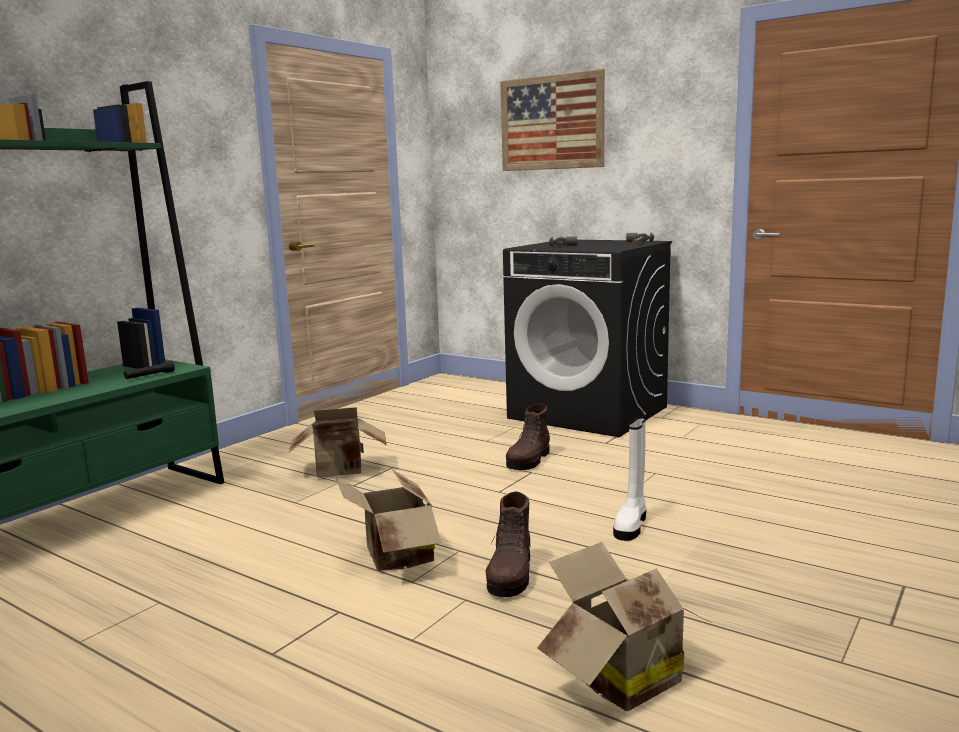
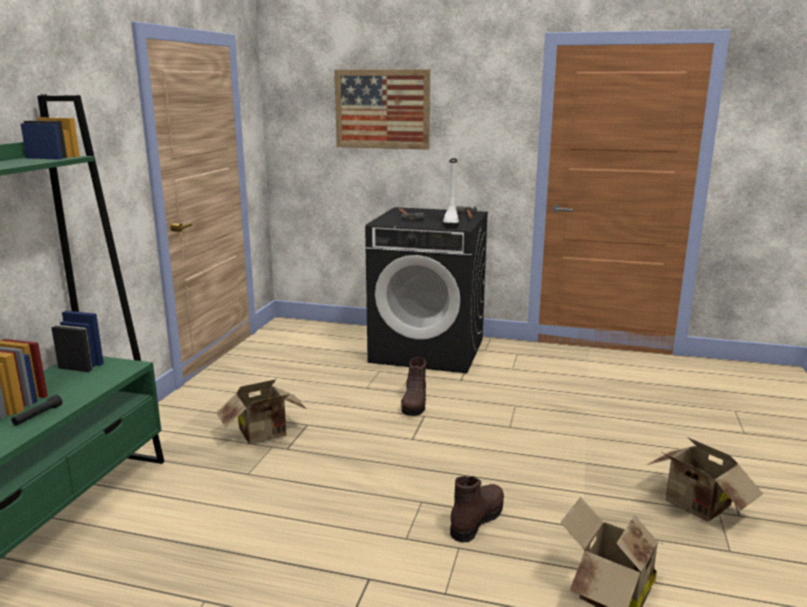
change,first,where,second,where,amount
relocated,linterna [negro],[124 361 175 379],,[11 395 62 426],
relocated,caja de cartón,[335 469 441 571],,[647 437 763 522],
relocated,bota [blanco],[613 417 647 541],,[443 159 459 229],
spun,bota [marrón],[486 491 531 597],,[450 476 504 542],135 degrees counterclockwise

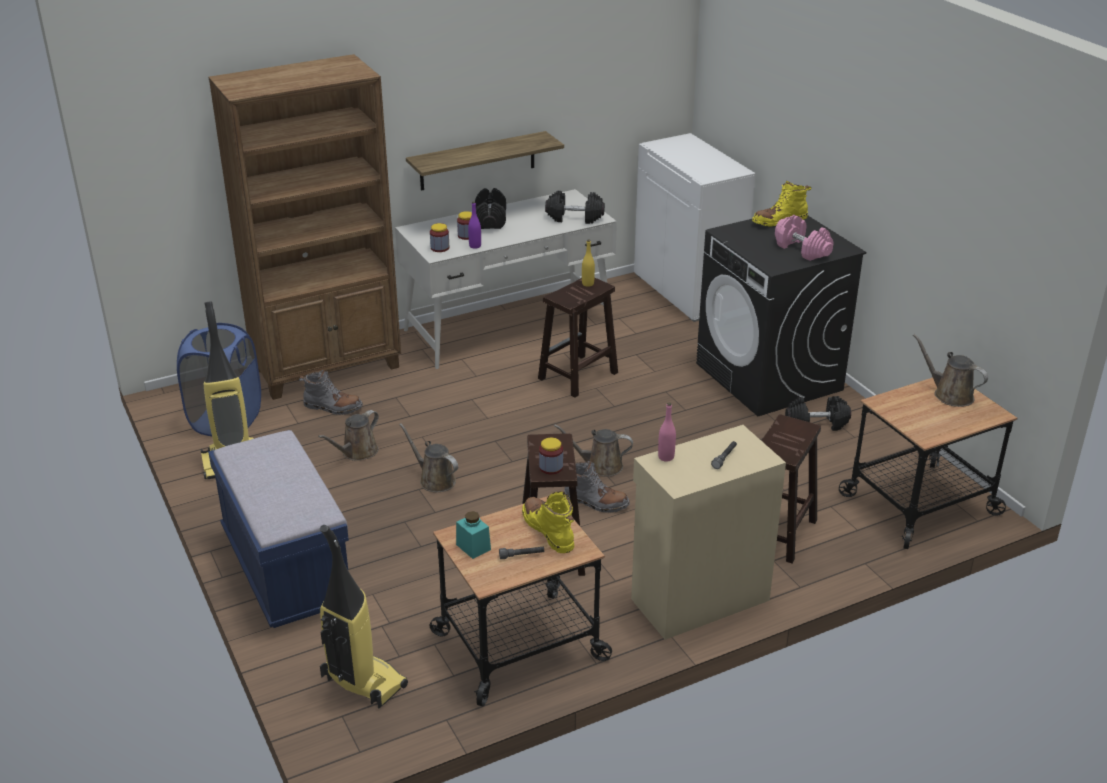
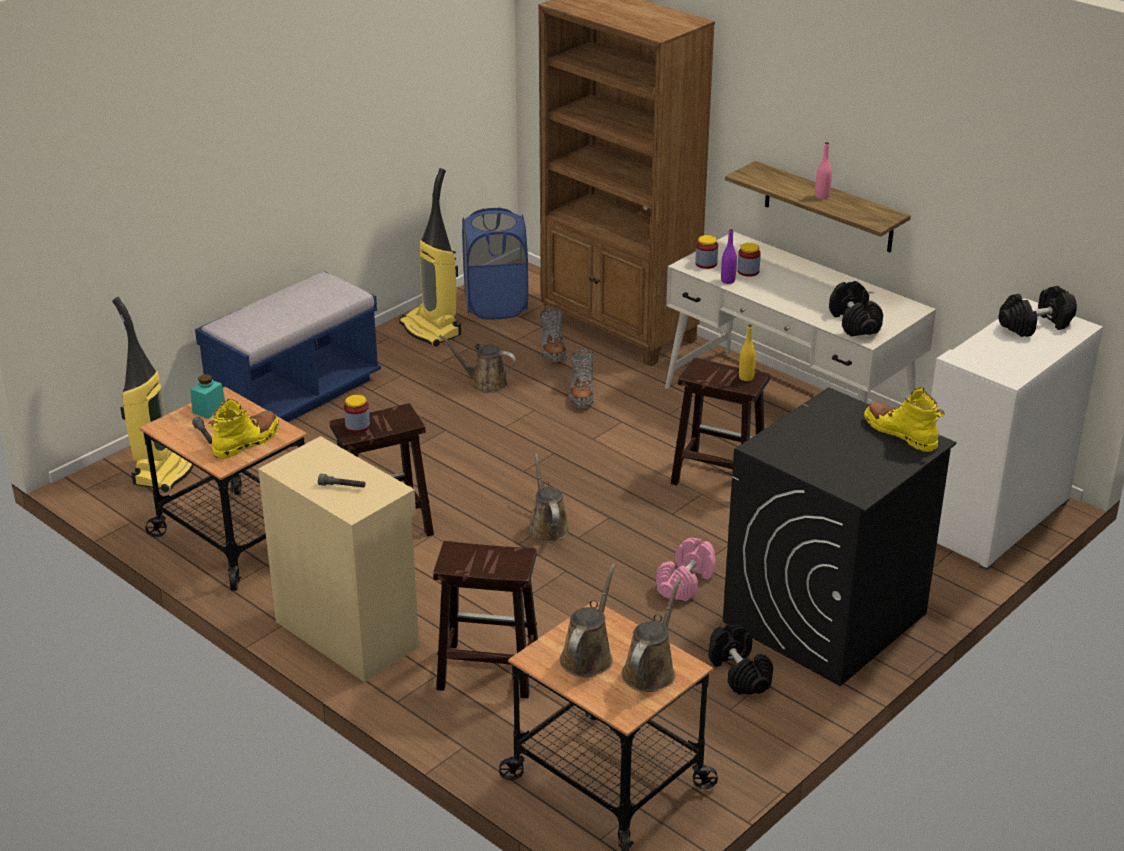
change,first,where,second,where,amount
relocated,regadera [marrón],[399 423 458 492],,[560 564 616 677],
relocated,mancuerna [negro],[475 188 506 229],,[999 286 1077 337],
relocated,bota [gris],[564 461 630 513],,[569 346 594 407],
relocated,botella [rosa],[658 403 676 462],,[815 142 832 199],
relocated,mancuerna [rosa],[775 215 834 261],,[656 538 716 601],

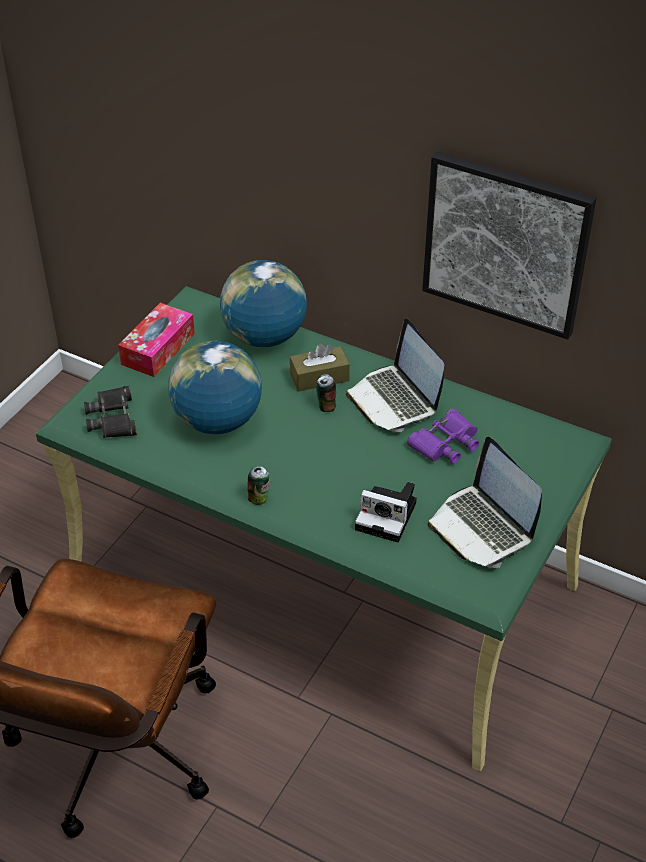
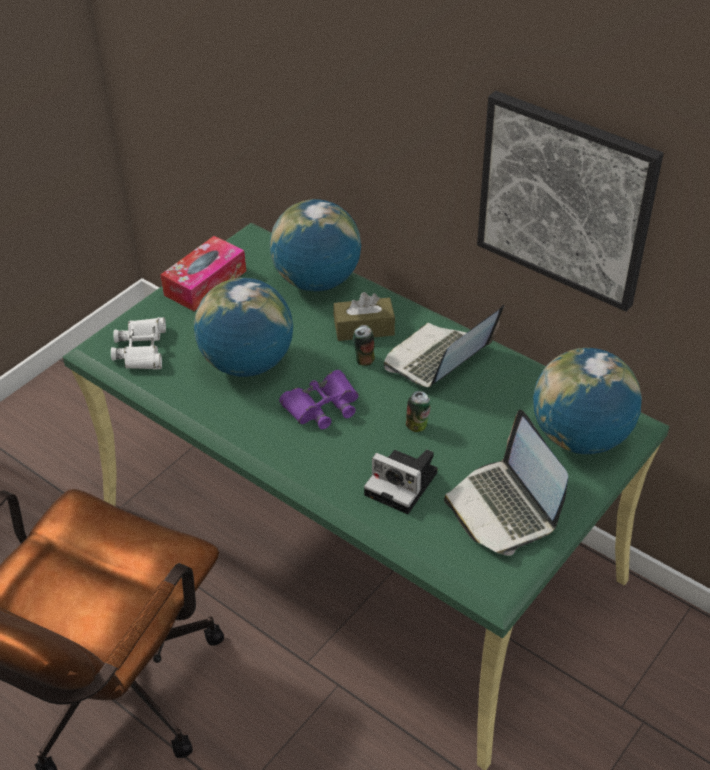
change,first,where,second,where,amount
appeared,,,globo terráqueo,[533 348 642 454],
relocated,lata,[248 466 270 505],,[406 391 430 432],
relocated,prismáticos [morado],[407 409 479 464],,[279 370 359 429],
colour,prismáticos [negro],[84 386 137 438],prismáticos [blanco],[111 317 166 370],
spun,portátil,[346 318 445 432],,[384 305 505 387],60 degrees clockwise

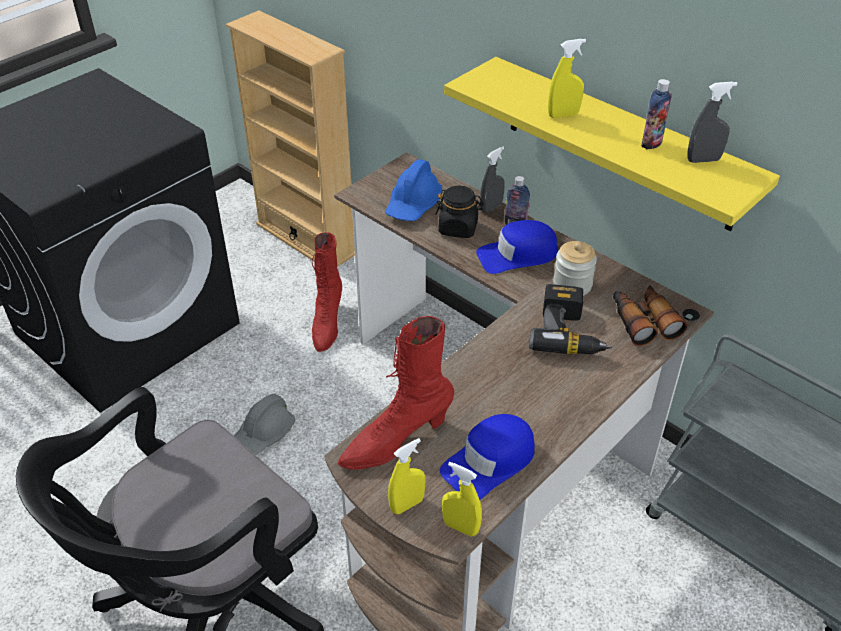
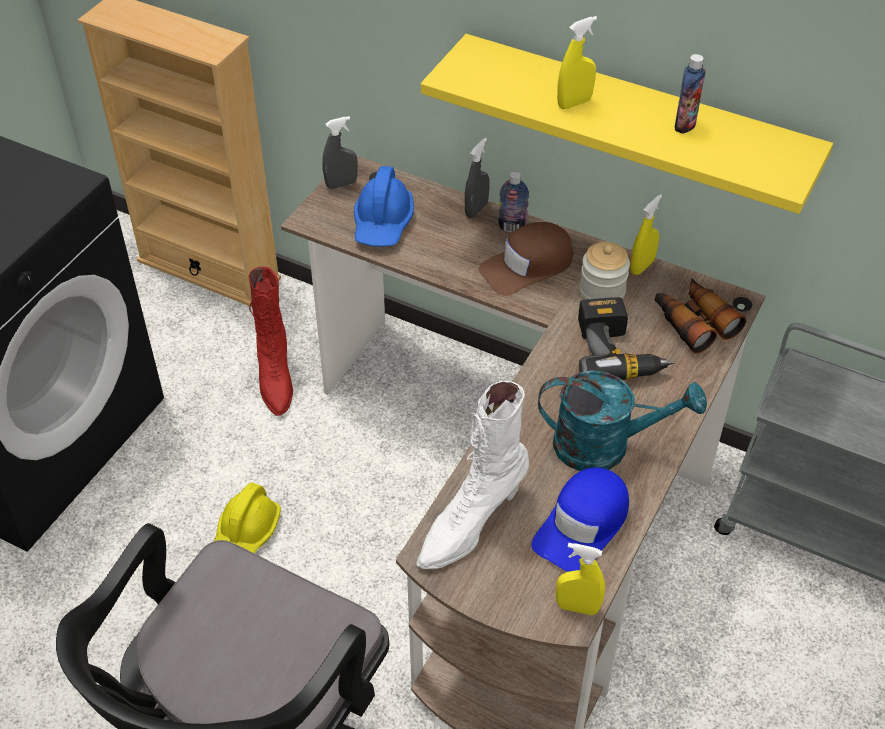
change,first,where,second,where,amount
missing,tarro [negro],[435 185 484 238],,,
appeared,,,regadera [turquesa],[538 370 707 471],
relocated,pulverizador [amarillo],[388 438 425 514],,[630 194 662 275],
relocated,pulverizador [gris],[687 82 737 163],,[322 116 358 189],
colour,casco [gris],[234 393 296 455],casco [amarillo],[213 482 281 554],
colour,bota [rojo],[338 316 454 470],bota [blanco],[416 381 529 569],
colour,gorra [azul],[476 220 558 274],gorra [marrón],[479 222 573 296],

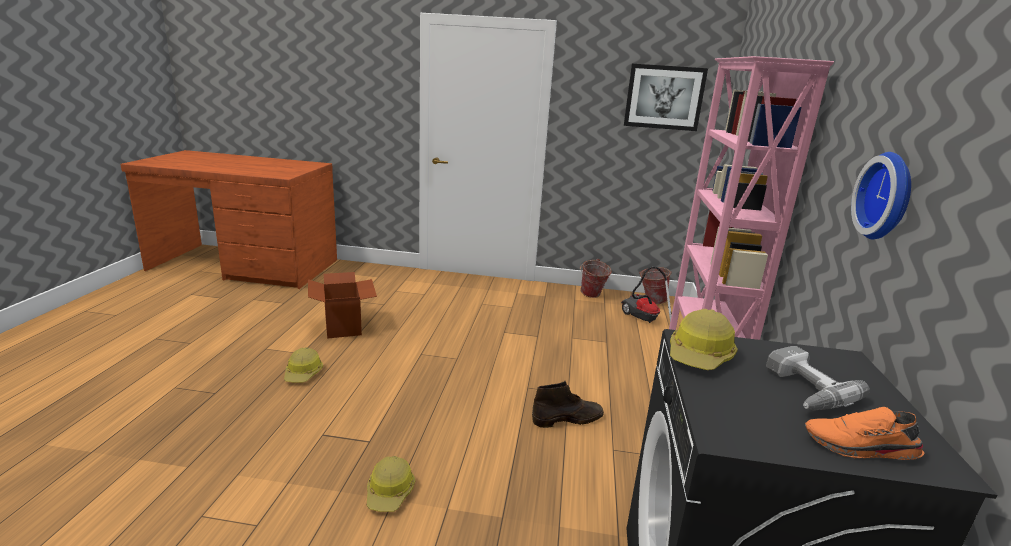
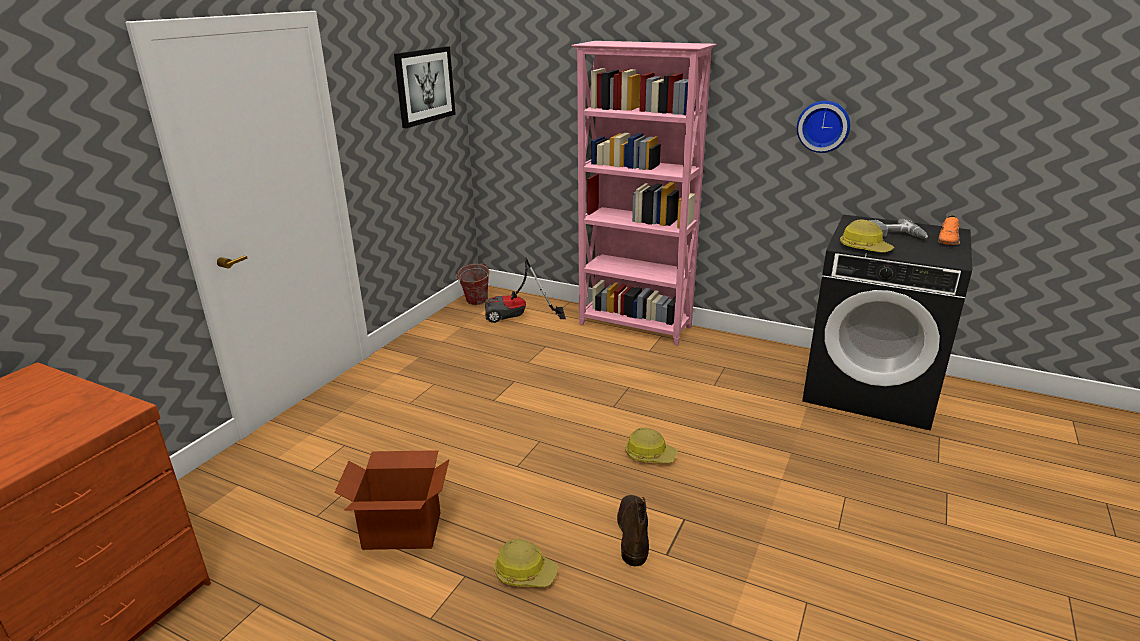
change,first,where,second,where,amount
missing,cubo,[580 259 612 298],,,
relocated,casco,[367 456 416 512],,[625 428 677 463],
relocated,bota [marrón],[532 381 604 428],,[617 495 649 566],

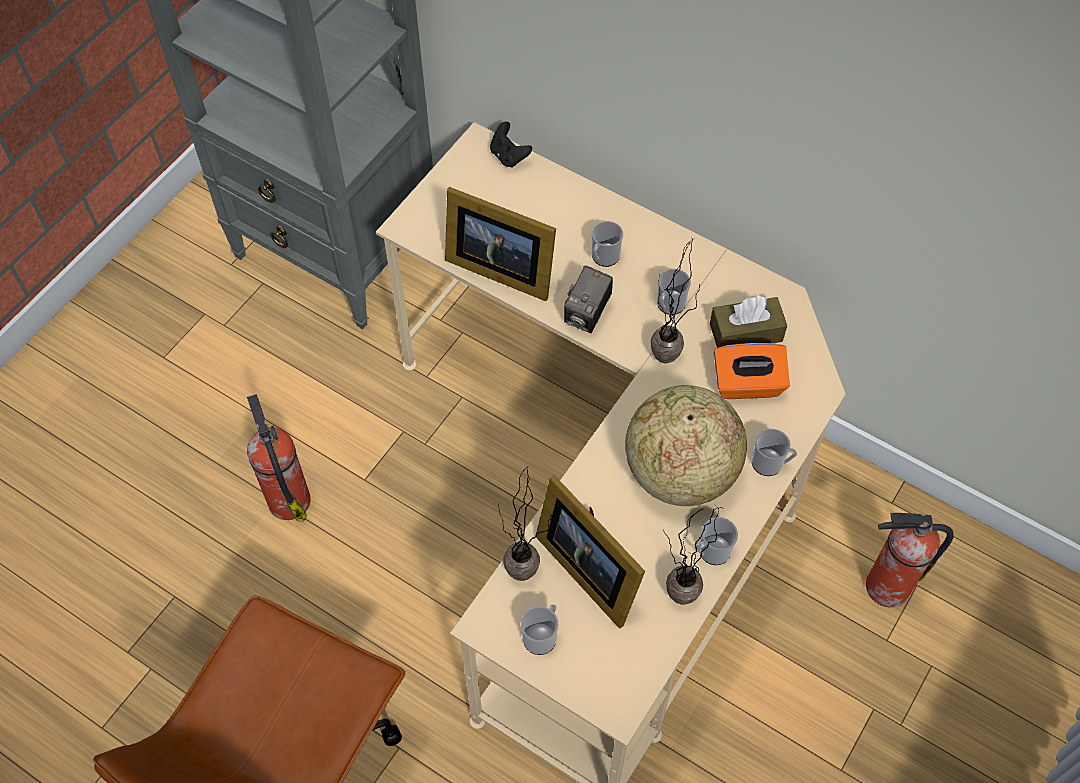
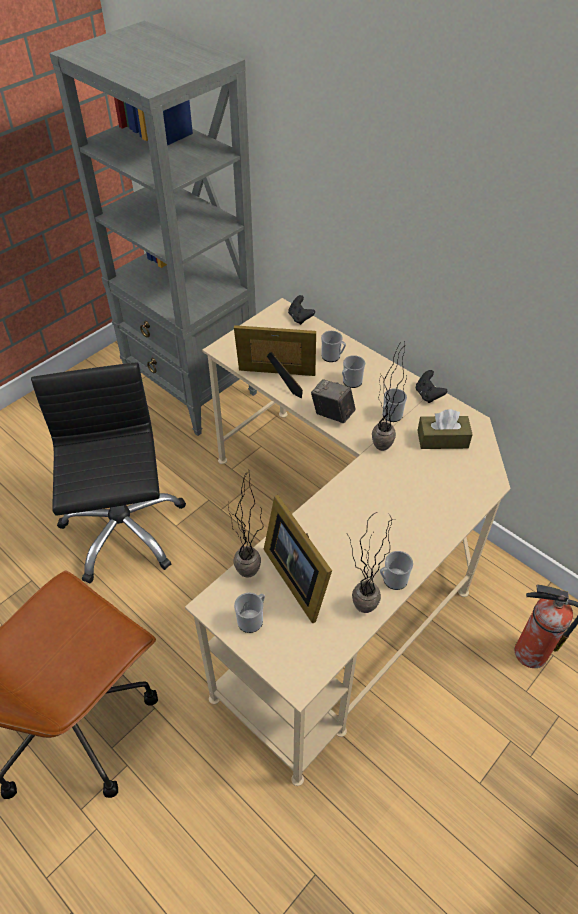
change,first,where,second,where,amount
missing,globo terráqueo,[625 385 747 506],,,
missing,caja de pañuelos [naranja],[714 343 790 399],,,
appeared,,,mando de consola [negro],[416 370 447 403],
relocated,taza grande,[752 429 797 476],,[321 331 346 362],
exchanged,extintor,[247 394 311 522],silla de oficina [negro],[31 362 186 583],
spun,portarretratos,[445 187 556 301],,[234 325 316 398],150 degrees clockwise
spun,cámara,[564 265 613 333],,[311 379 356 423],90 degrees clockwise

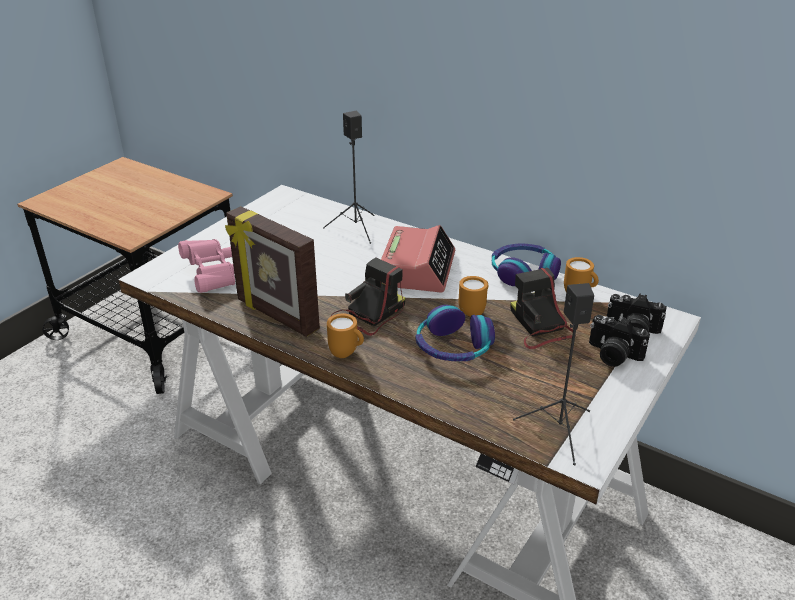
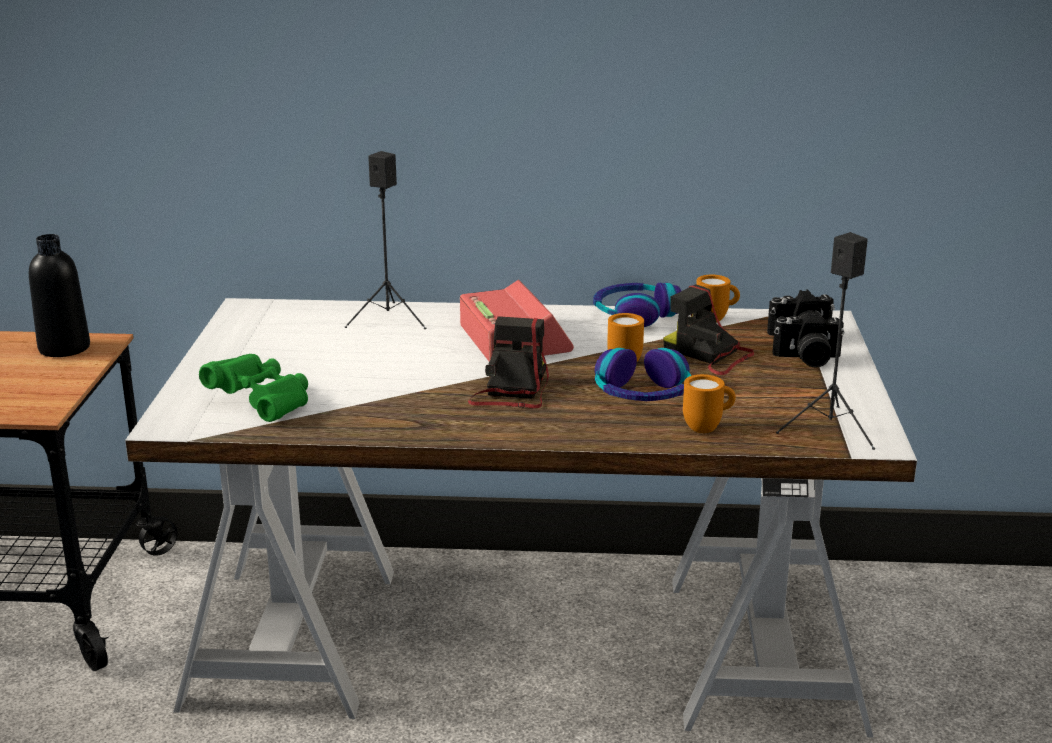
change,first,where,second,where,amount
missing,portarretratos,[225 206 320 337],,,
appeared,,,botella [negro],[29 234 90 357],
relocated,taza grande [naranja],[327 313 364 358],,[683 374 736 433],
colour,prismáticos [rosa],[178 239 235 293],prismáticos [verde],[199 354 308 422],

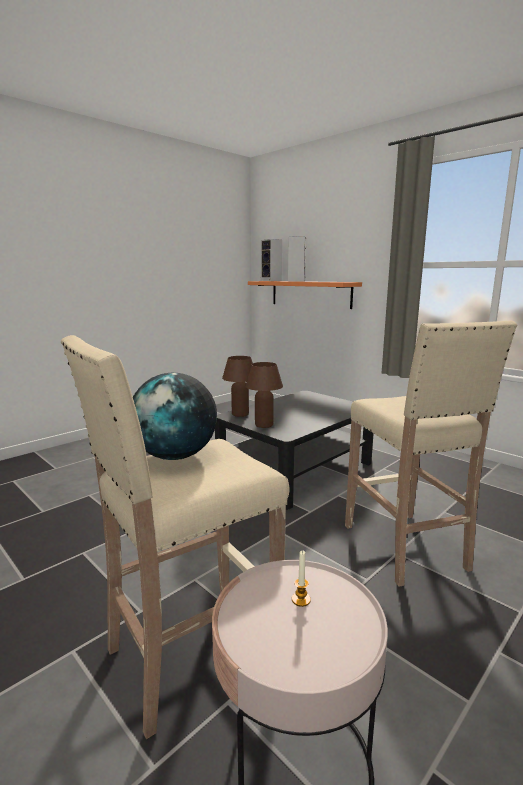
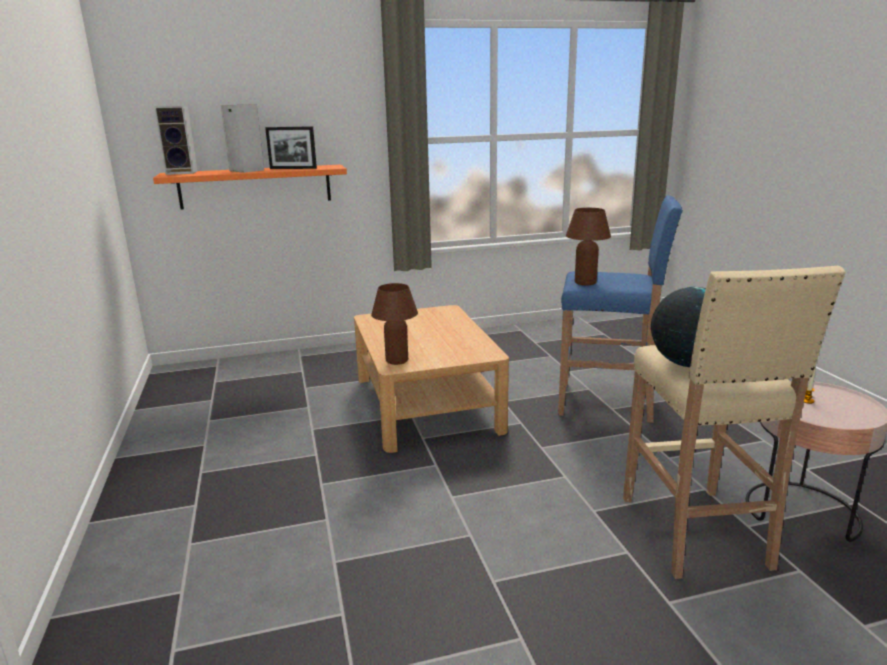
change,first,where,second,where,amount
appeared,,,portarretratos,[265 126 317 169],
relocated,lámpara de mesa [marrón],[245 362 283 428],,[566 208 611 285],
colour,mesa de centro [negro],[215 391 374 510],mesa de centro [beis],[354 305 509 453],
colour,taburete [beis],[345 321 517 587],taburete [azul],[558 196 683 423],

